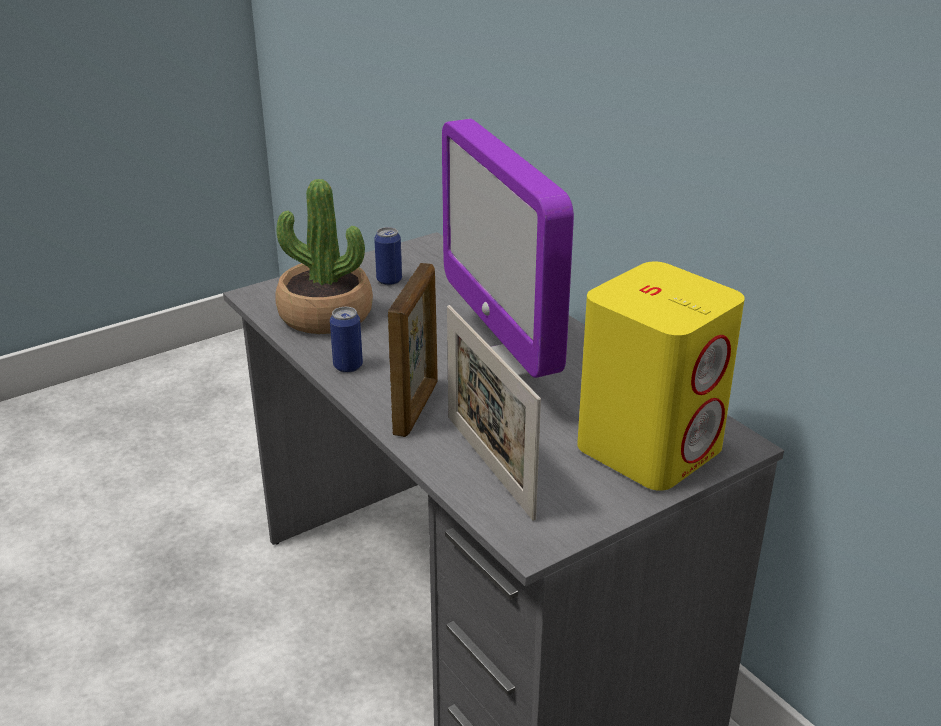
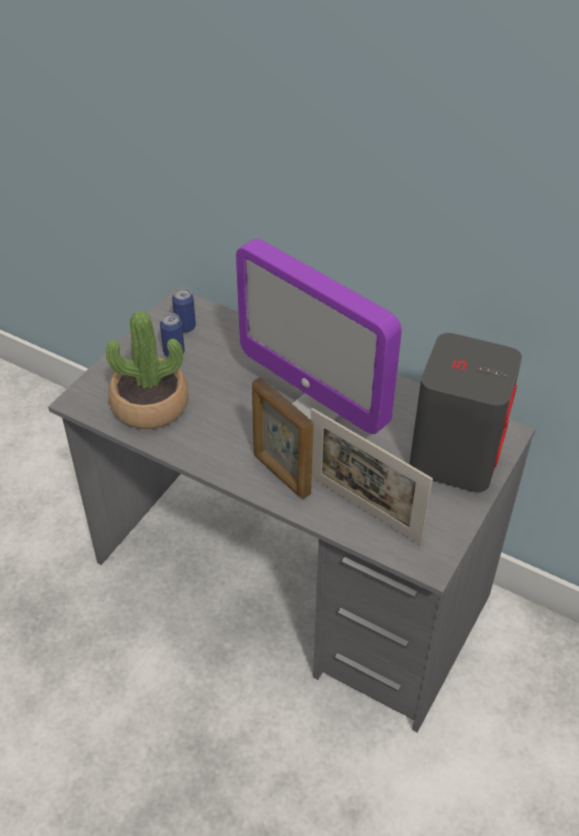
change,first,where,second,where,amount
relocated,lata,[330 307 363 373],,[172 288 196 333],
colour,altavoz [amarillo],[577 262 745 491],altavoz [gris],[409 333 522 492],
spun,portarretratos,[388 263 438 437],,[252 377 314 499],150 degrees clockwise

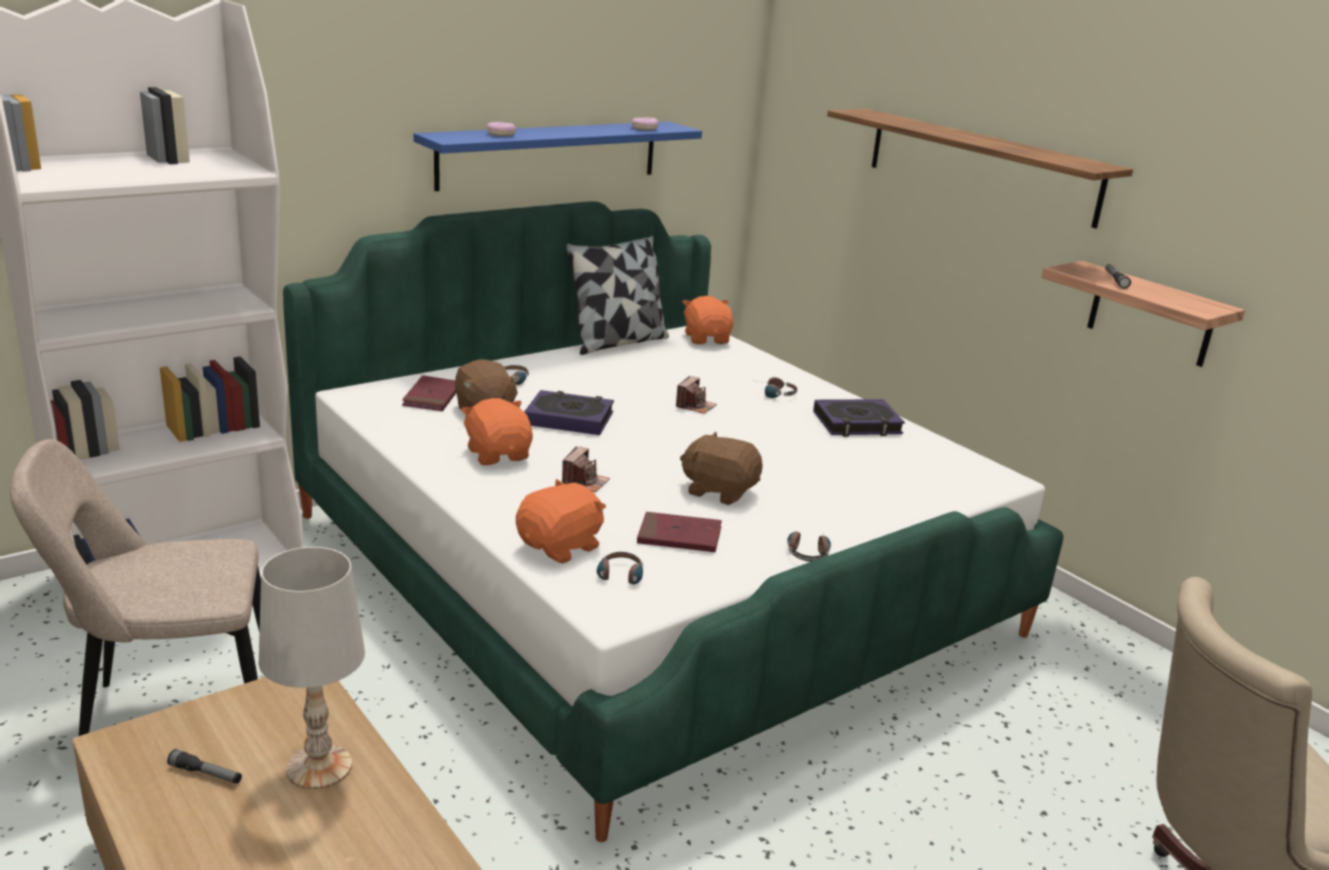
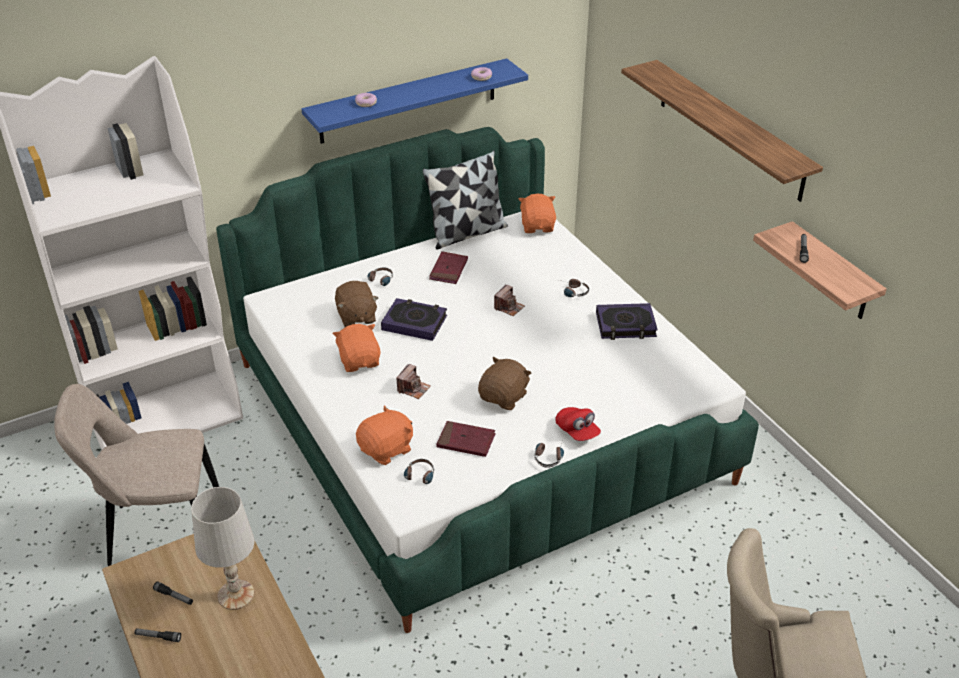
change,first,where,second,where,amount
appeared,,,linterna,[134 628 181 642],
appeared,,,gorra [rojo],[556 407 601 441],
relocated,libro [rojo],[402 375 456 411],,[429 251 468 284],
spun,peluche [marrón],[680 431 763 505],,[478 356 531 410],90 degrees clockwise

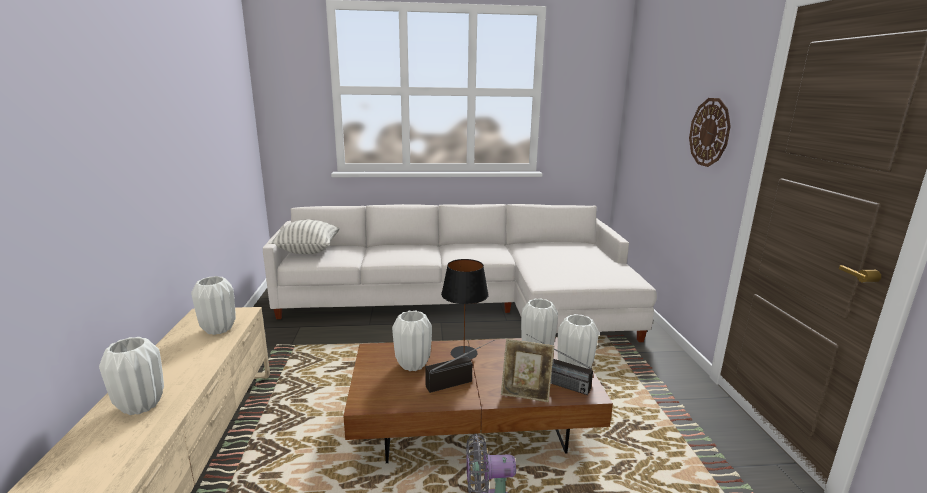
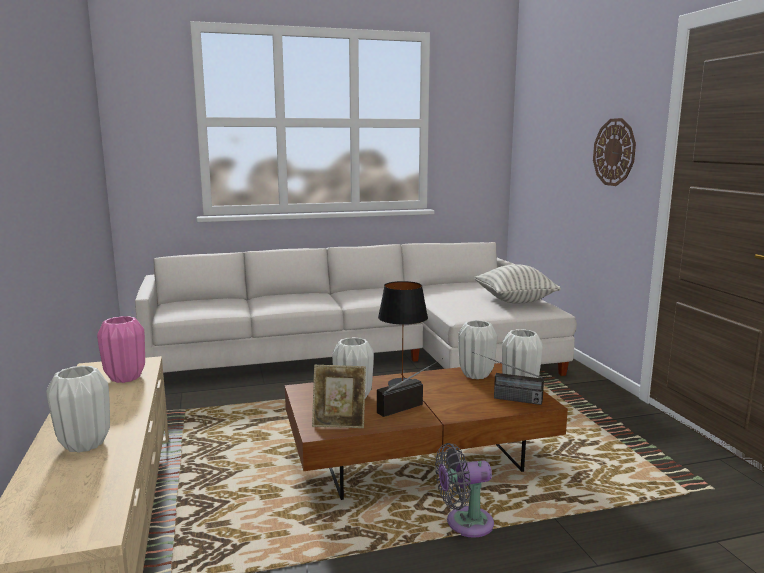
change,first,where,second,where,amount
relocated,cojín,[269 219 339 254],,[474 264 561 303],
relocated,portarretratos,[501 339 554 402],,[312 365 366 428],
colour,florero [blanco],[191 276 236 335],florero [rosa],[97 316 145 383],

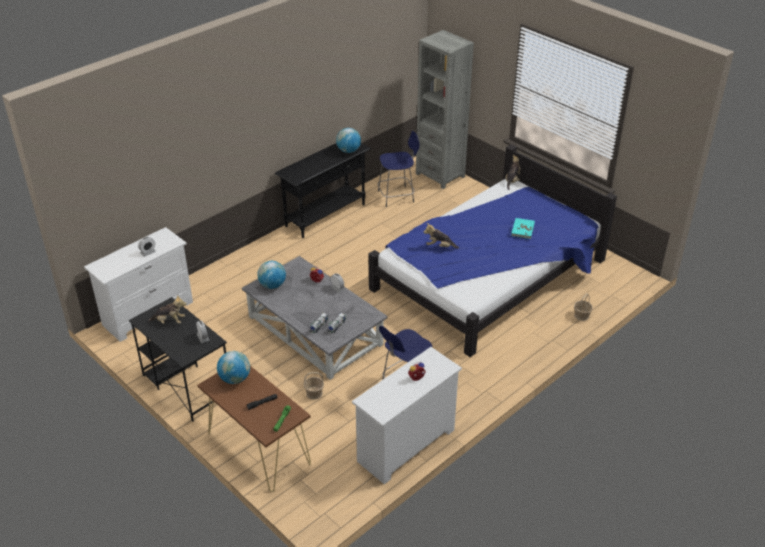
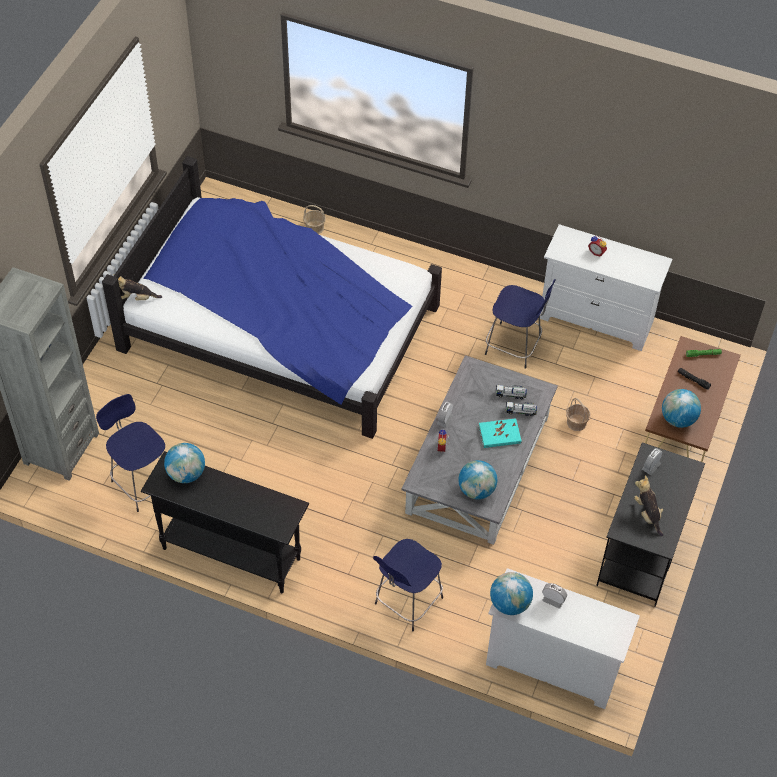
change,first,where,second,where,amount
missing,peluche,[423 223 459 249],,,
appeared,,,taburete [azul],[373 539 443 632],
appeared,,,globo terráqueo,[490 572 533 615],
relocated,libro [turquesa],[511 218 535 239],,[479 418 522 448],

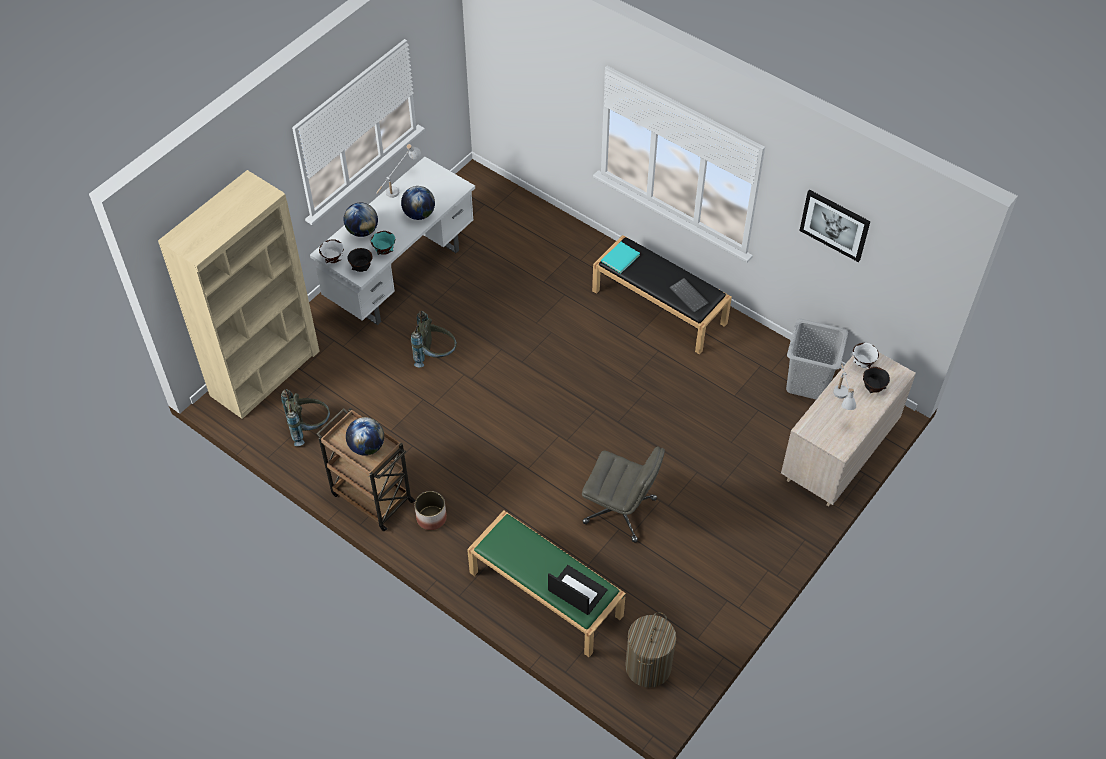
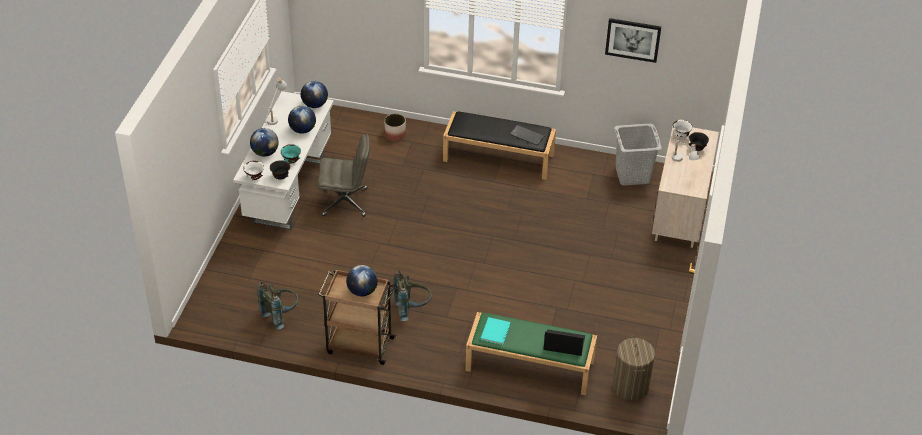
change,first,where,second,where,amount
missing,estantería [beis],[158 170 320 419],,,
appeared,,,globo terráqueo,[301 81 328 108],
relocated,mochila [gris],[411 311 457 367],,[393 270 432 321],
relocated,maceta,[415 491 447 530],,[384 114 406 141],
relocated,silla de oficina [gris],[582 447 665 543],,[318 134 370 217],
relocated,libro [turquesa],[601 242 640 273],,[480 317 510 345],

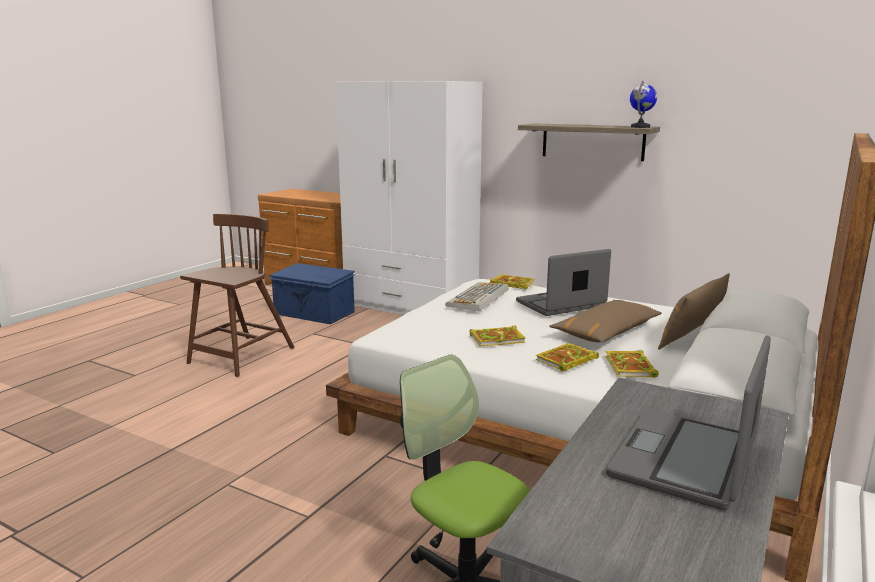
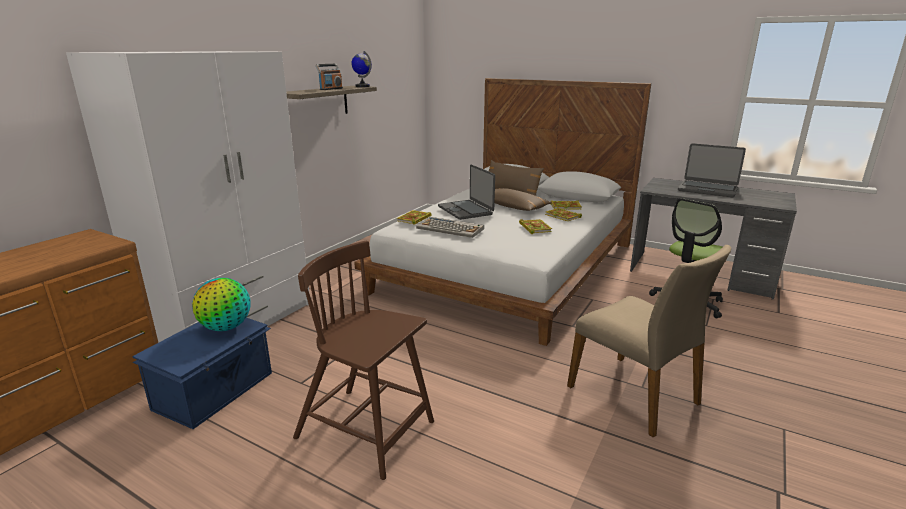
change,first,where,second,where,amount
appeared,,,globo terráqueo,[192 278 250 331],
appeared,,,radio,[316 64 343 90],
appeared,,,silla [beis],[567 245 731 438],

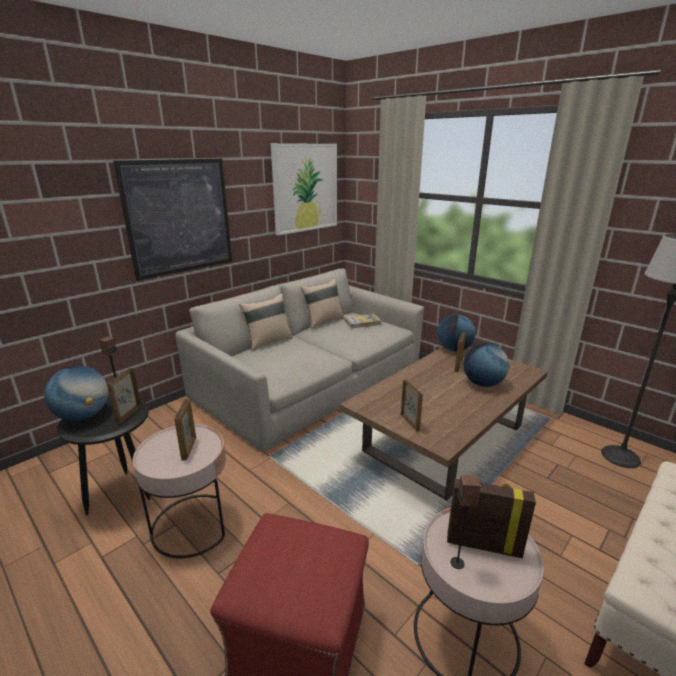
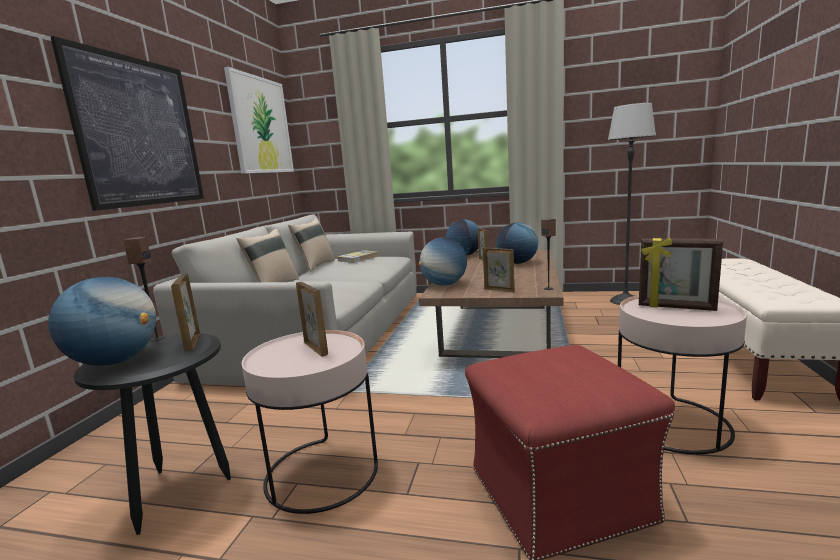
change,first,where,second,where,amount
appeared,,,globo terráqueo,[419 238 467 286],
relocated,altavoz,[450 475 481 569],,[541 218 556 290],
spun,portarretratos,[447 478 536 558],,[639 238 723 311],135 degrees counterclockwise

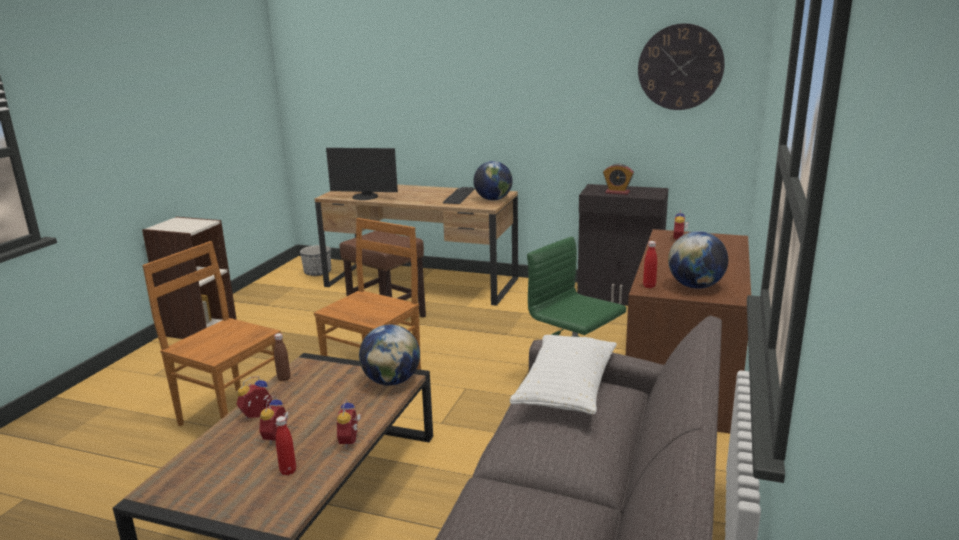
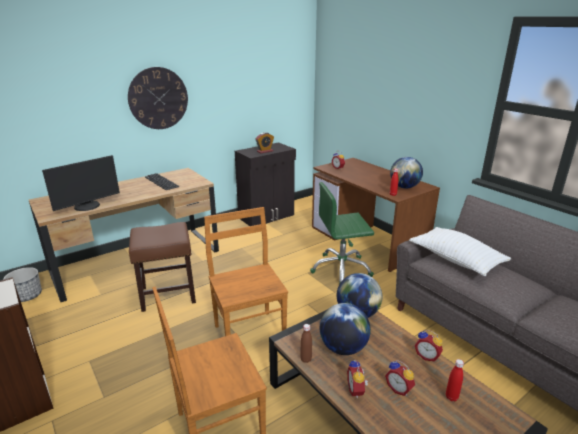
change,first,where,second,where,amount
relocated,globo terráqueo,[473 161 513 200],,[320 303 371 355],
relocated,reloj de pared,[638 23 725 110],,[128 67 188 129],

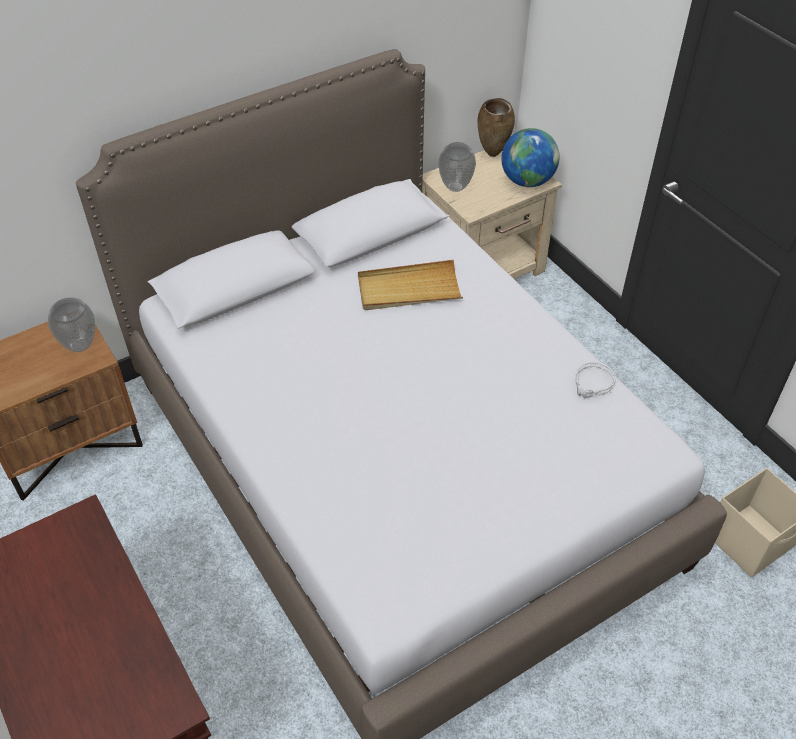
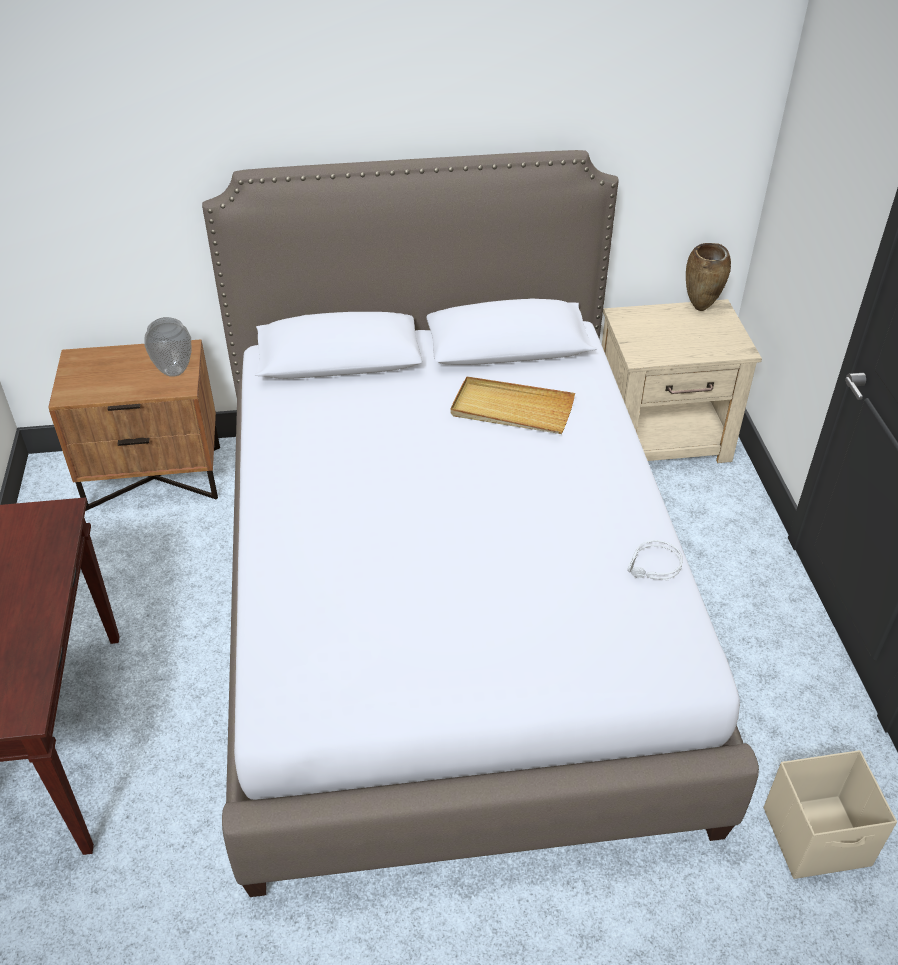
change,first,where,second,where,amount
missing,florero,[438 142 476 192],,,
missing,globo terráqueo,[501 128 560 187],,,

